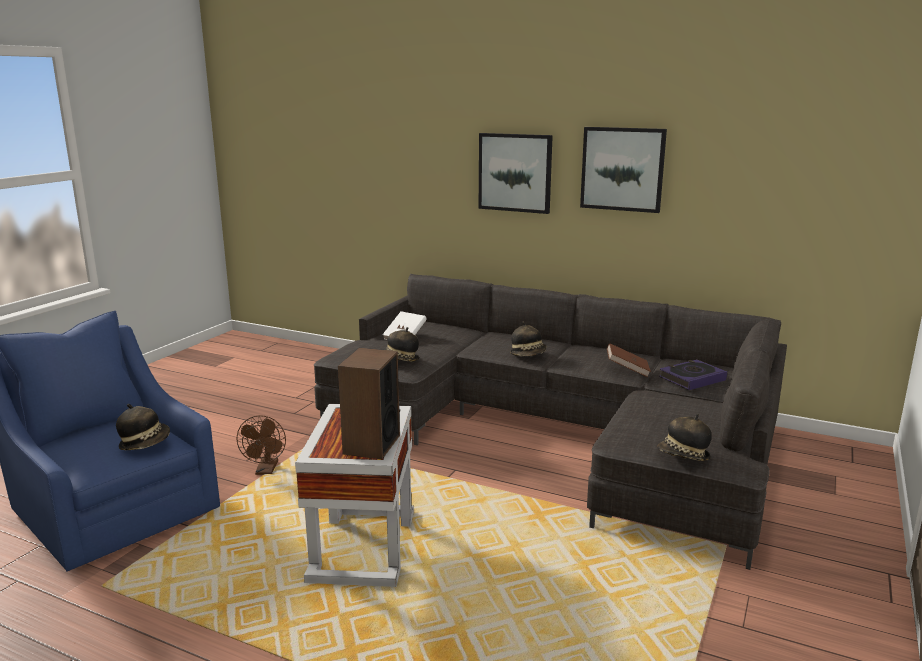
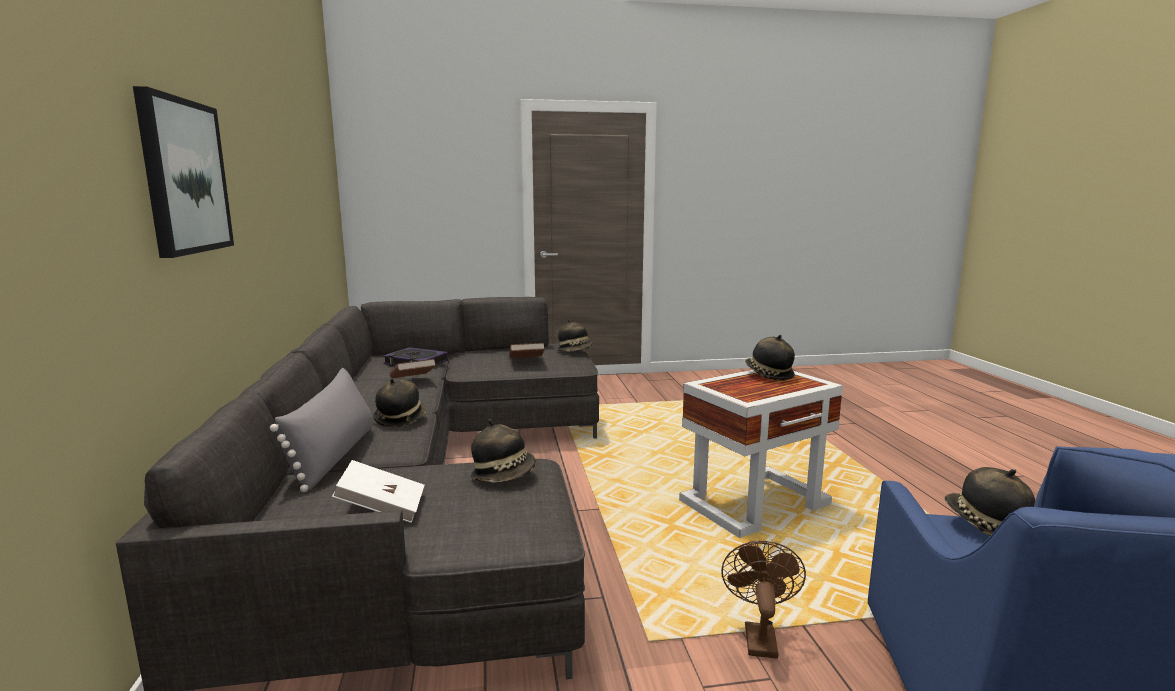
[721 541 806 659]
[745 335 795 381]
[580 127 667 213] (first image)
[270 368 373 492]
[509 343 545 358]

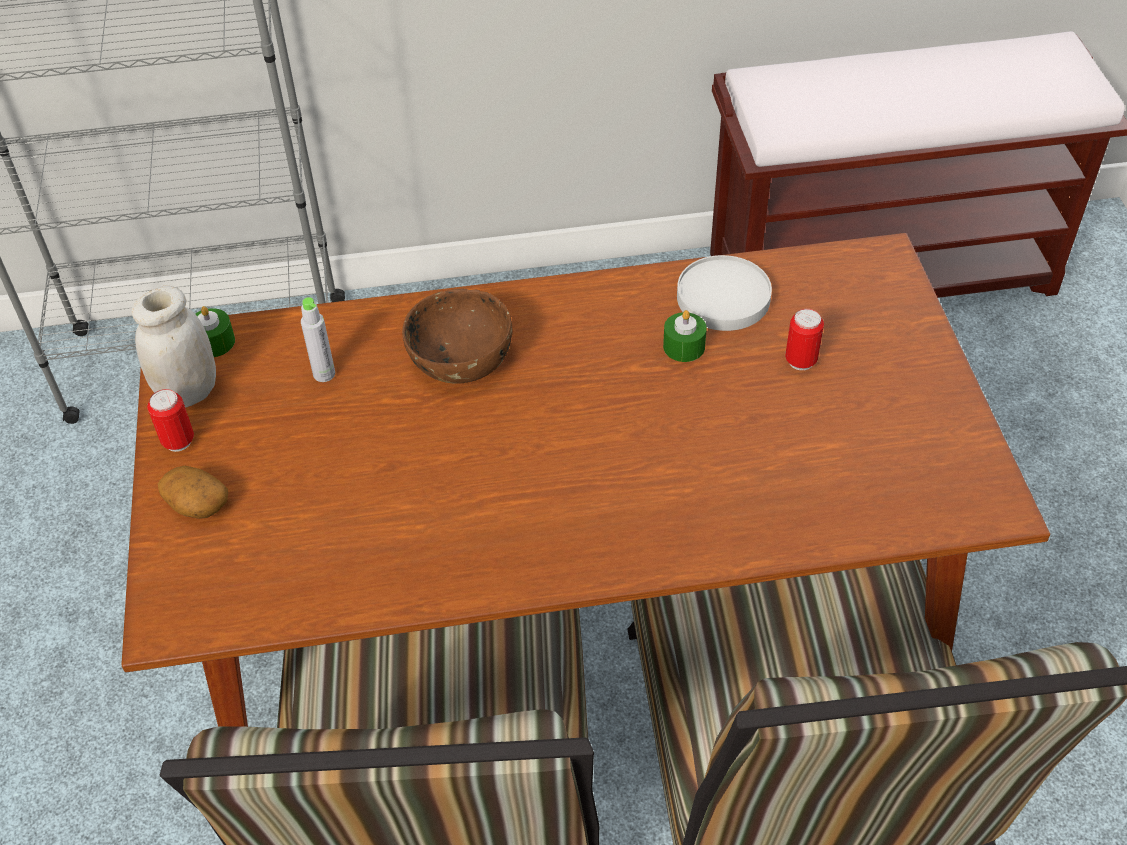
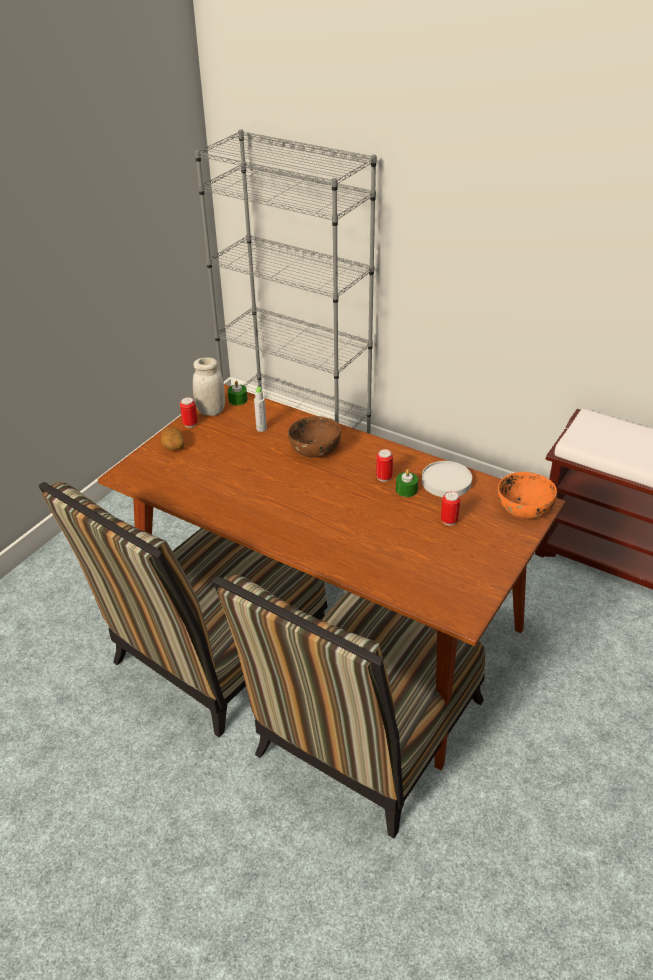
[376 449 393 482]
[497 472 557 519]

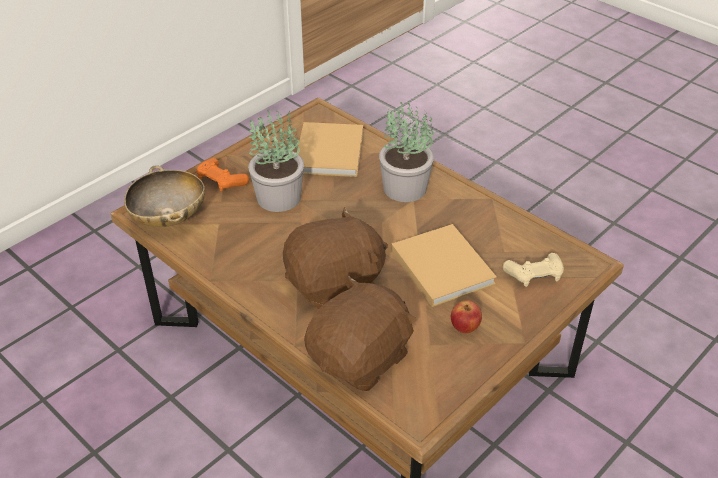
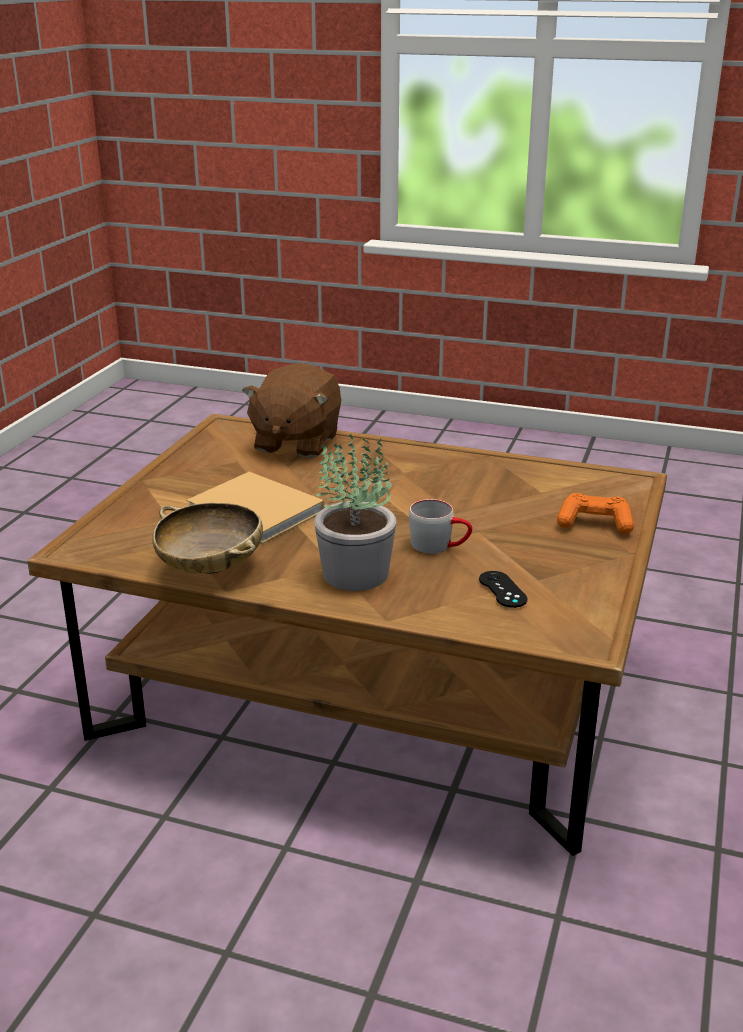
[152 503 263 574]
[248 108 304 212] (first image)
[283 207 388 309] (first image)
[479 571 528 608]
[451 300 482 333] (first image)
[503 253 564 287] (first image)
[409 499 472 554]

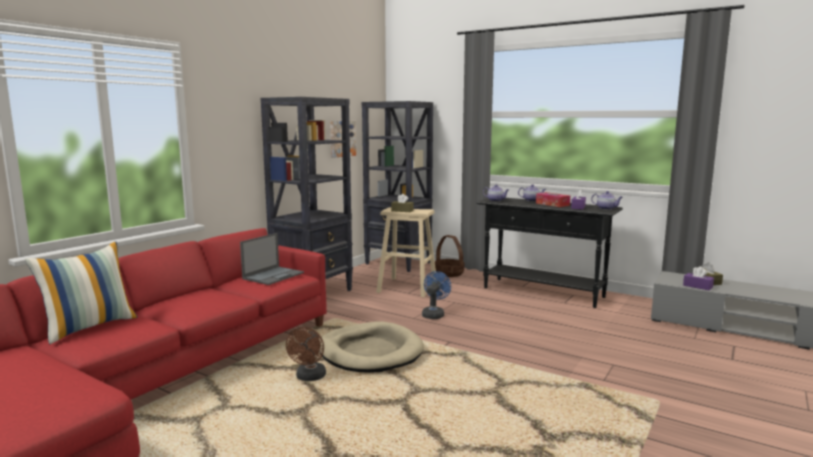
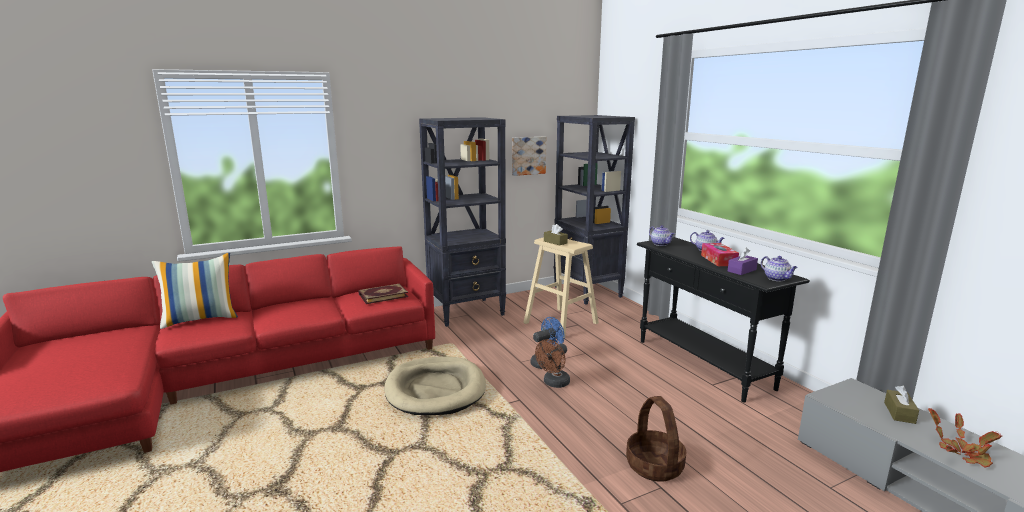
[359 284 408 304]
[535 339 570 388]
[626 396 686 482]
[683 266 714 290] (first image)
[928 408 1002 467]

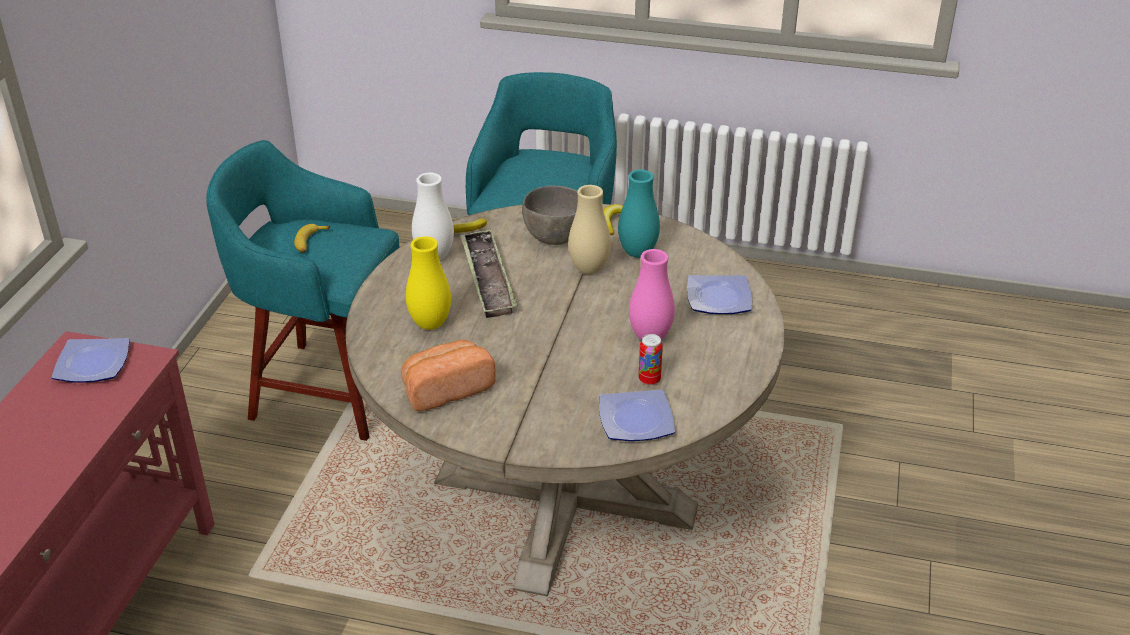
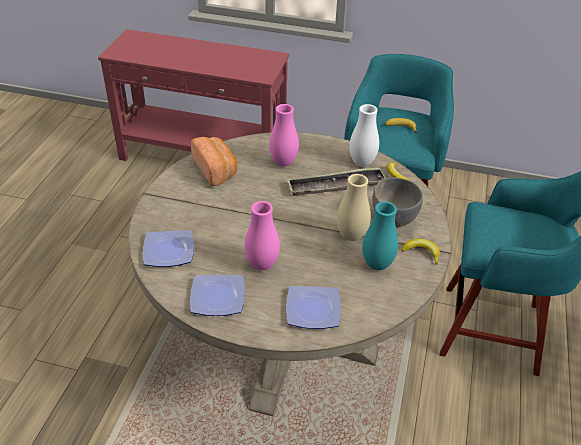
[190 275 245 316]
[269 104 299 166]
[638 334 663 385] (first image)

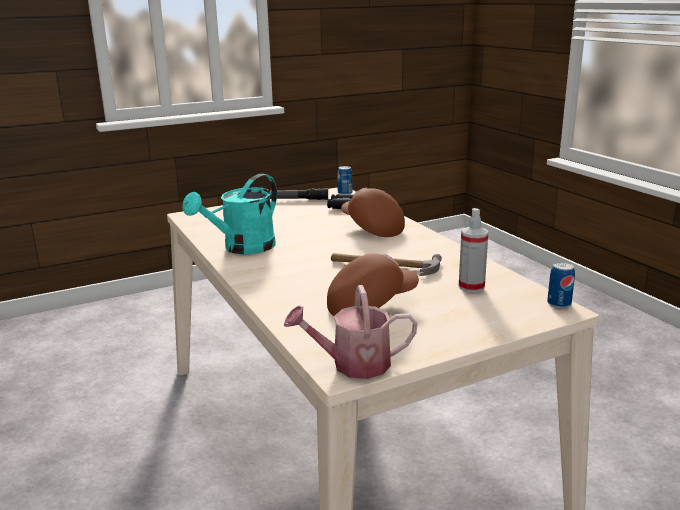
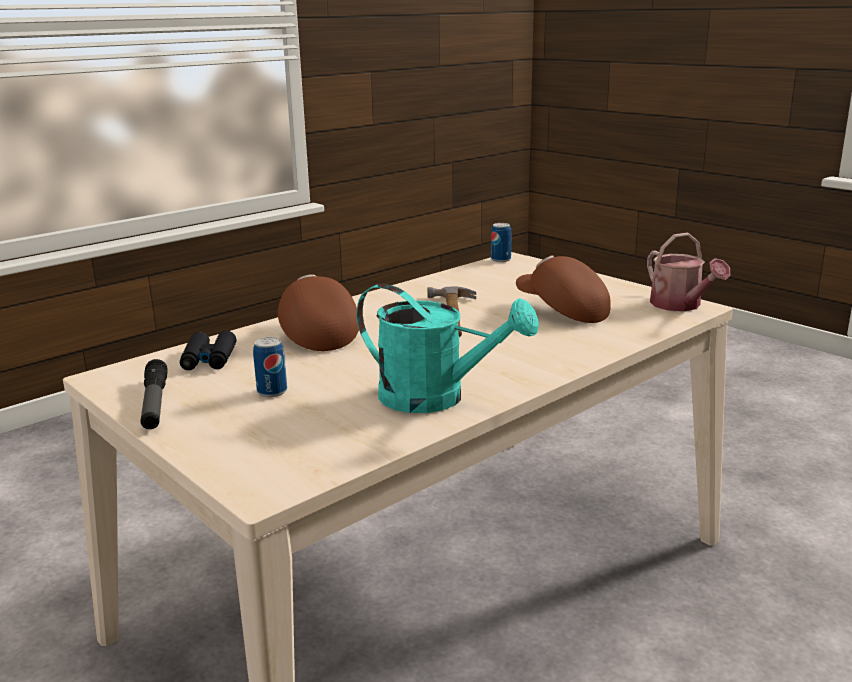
[253 337 287 397]
[278 275 359 351]
[459 208 488 293] (first image)

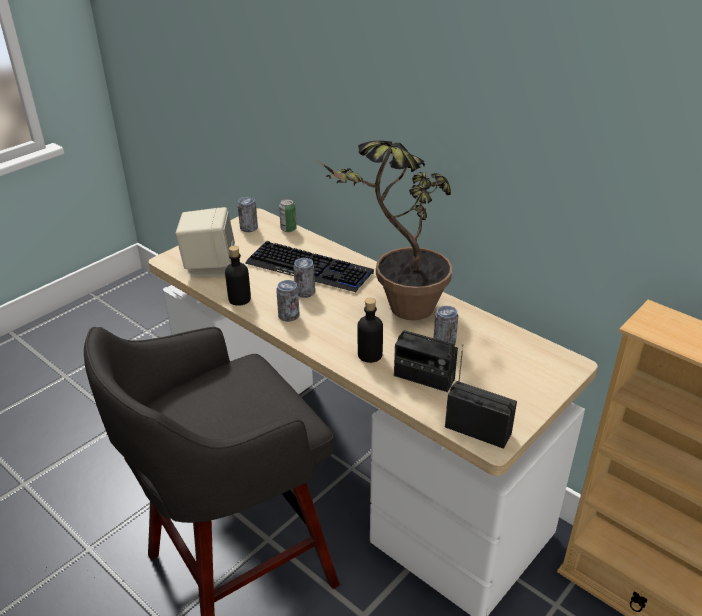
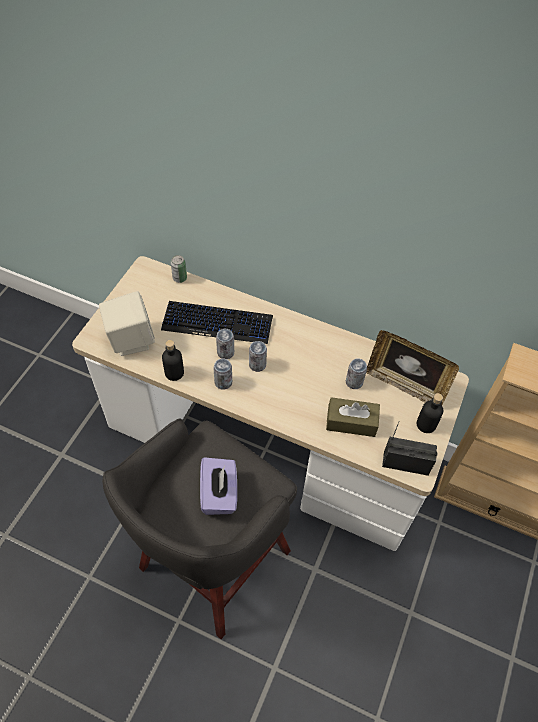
[249 341 267 372]
[318 141 452 320] (first image)
[416 393 443 433]
[326 397 380 437]
[200 457 237 515]
[366 330 459 405]

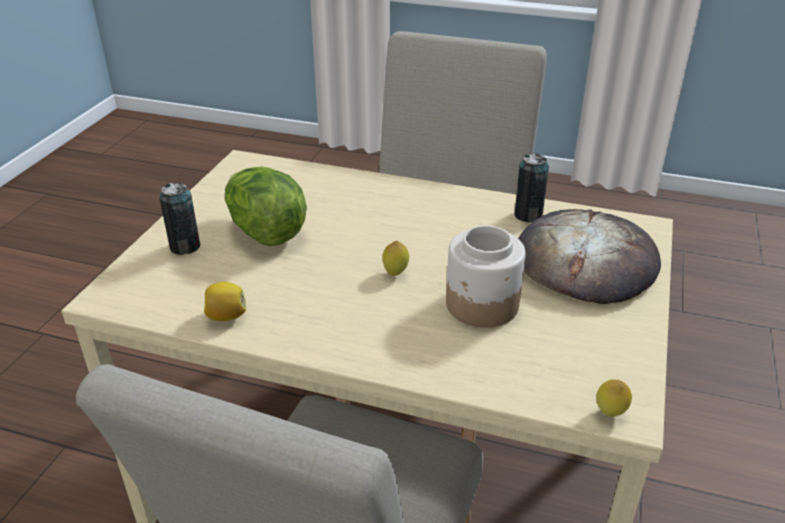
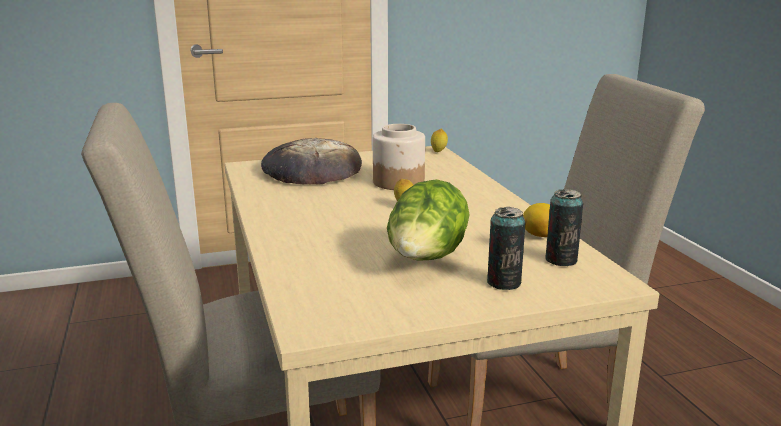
[545 189 583 266]

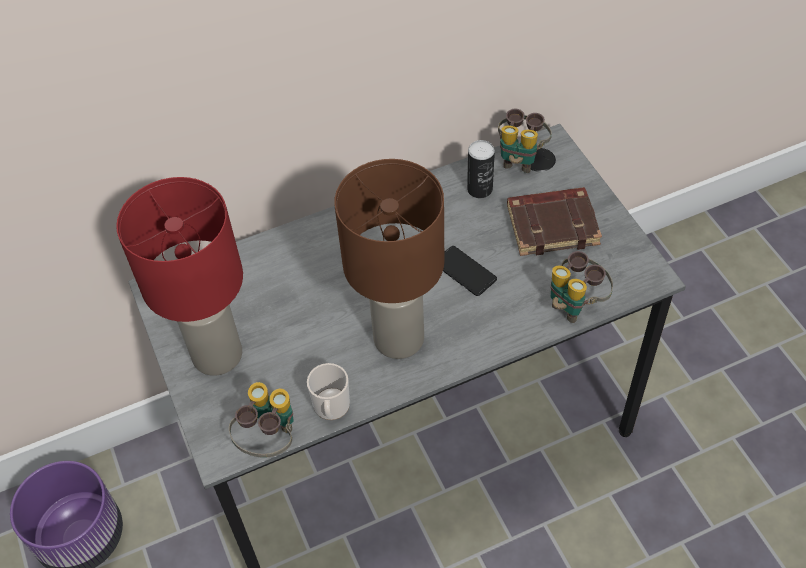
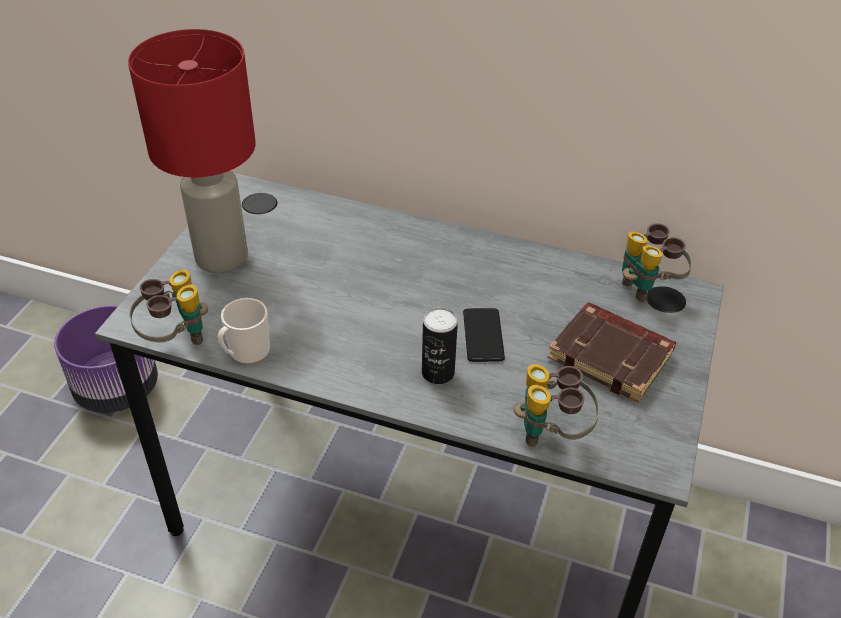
[334 159 444 359] (first image)
[422 307 458 384]

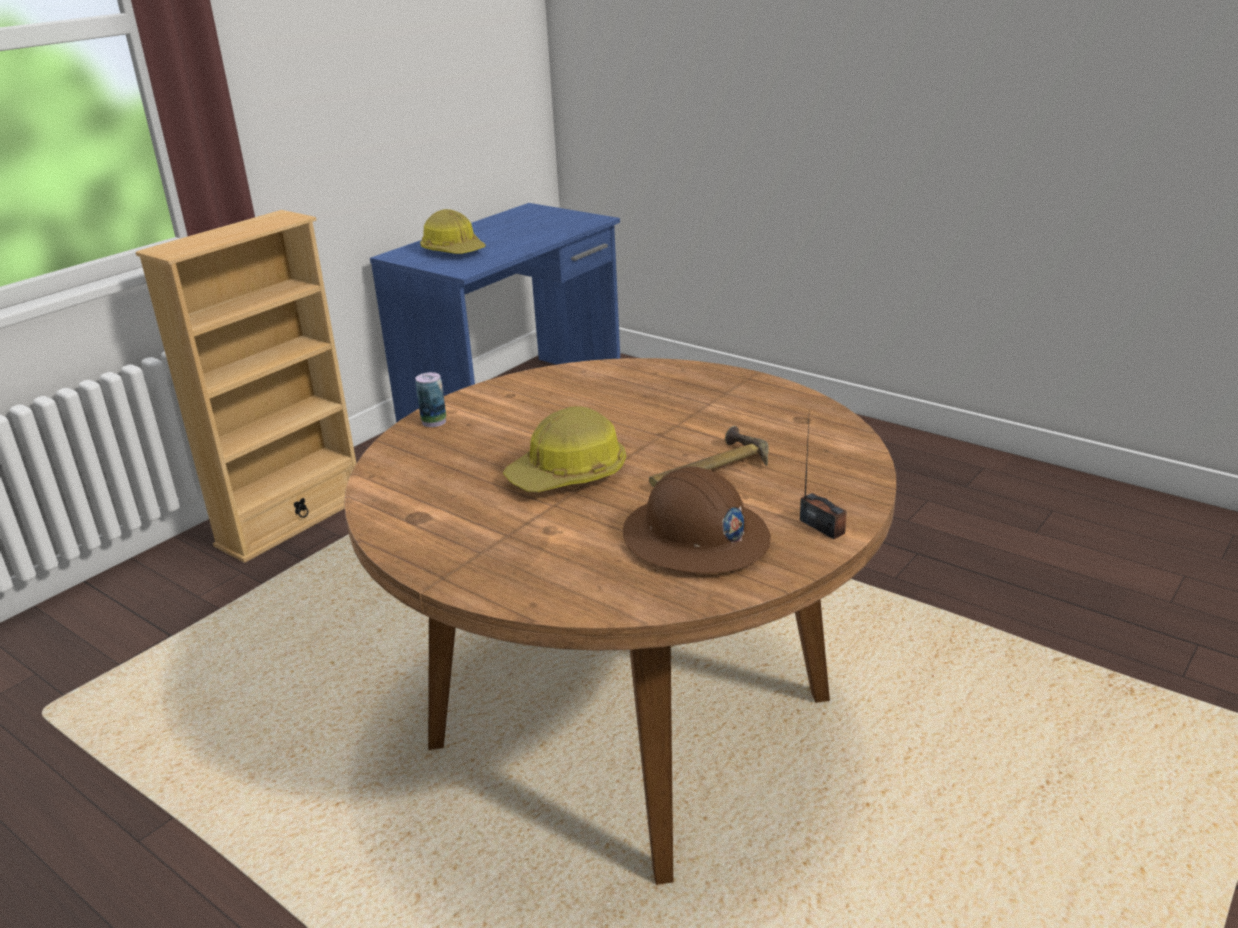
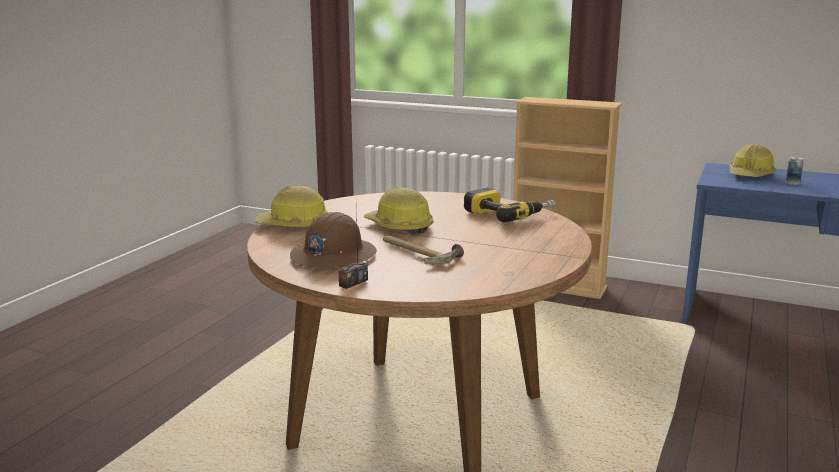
[786 157 804 185]
[255 186 328 227]
[464 187 555 223]

